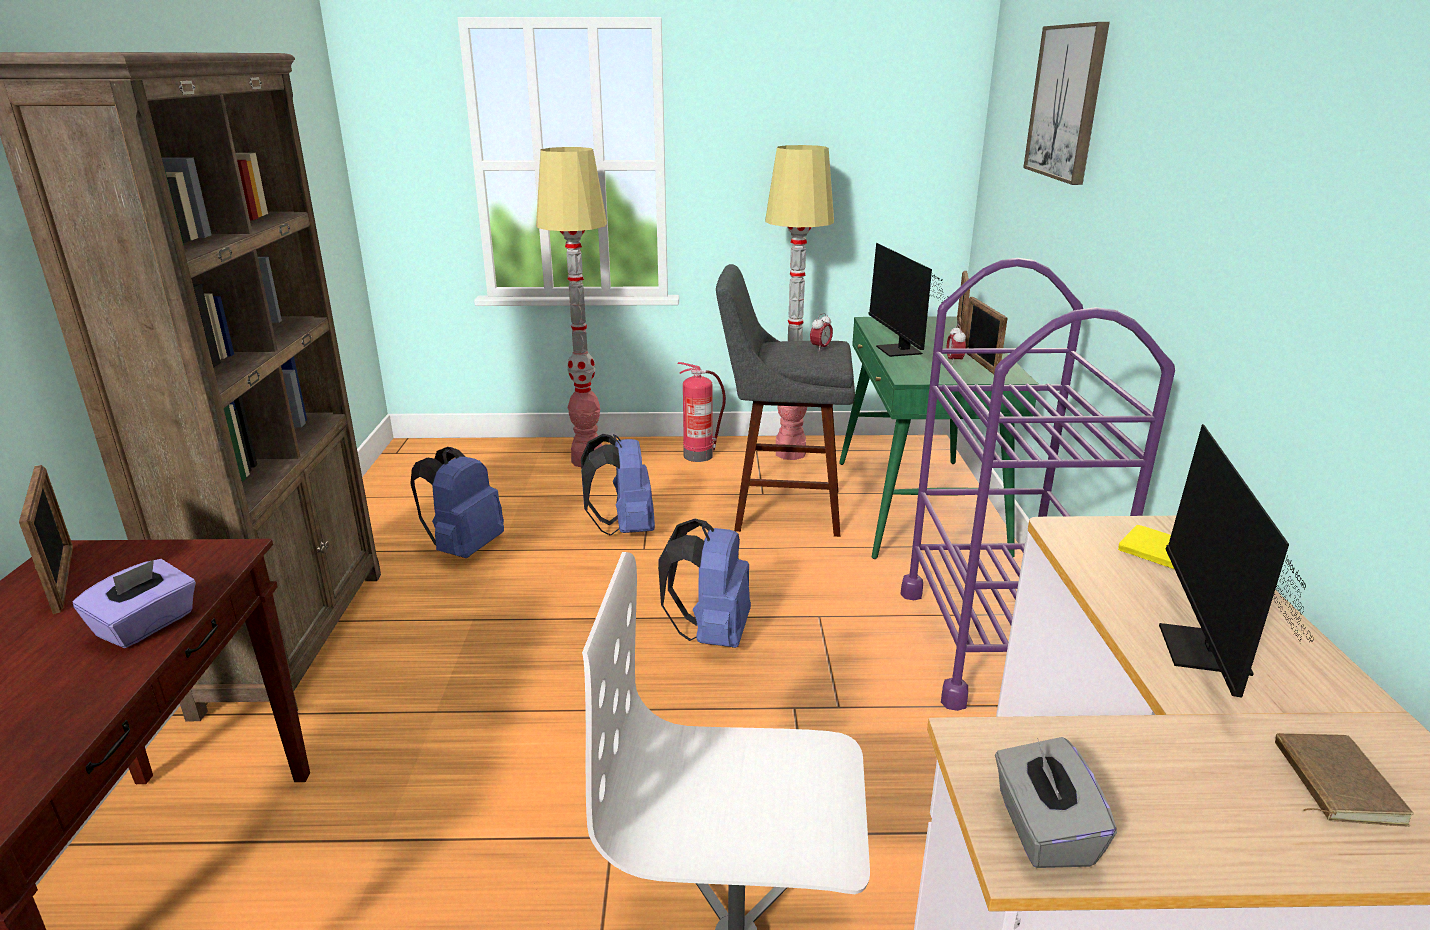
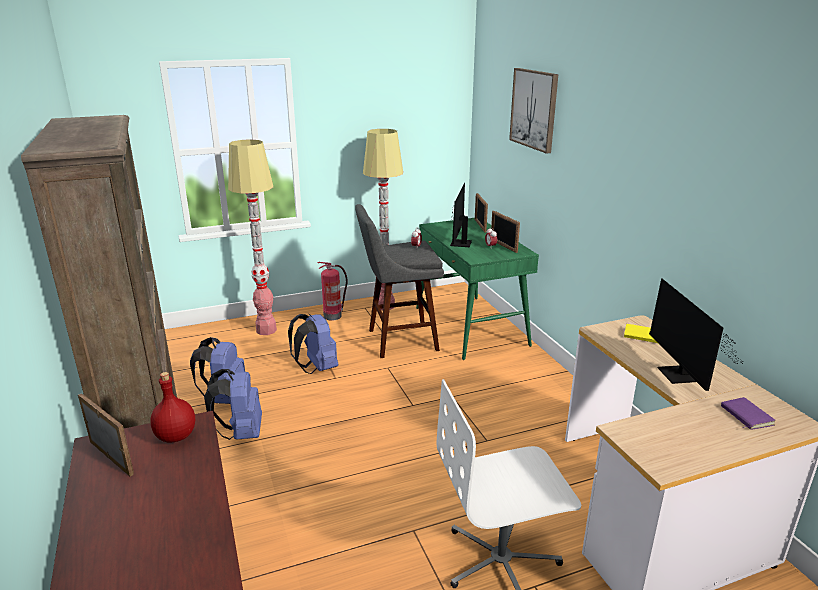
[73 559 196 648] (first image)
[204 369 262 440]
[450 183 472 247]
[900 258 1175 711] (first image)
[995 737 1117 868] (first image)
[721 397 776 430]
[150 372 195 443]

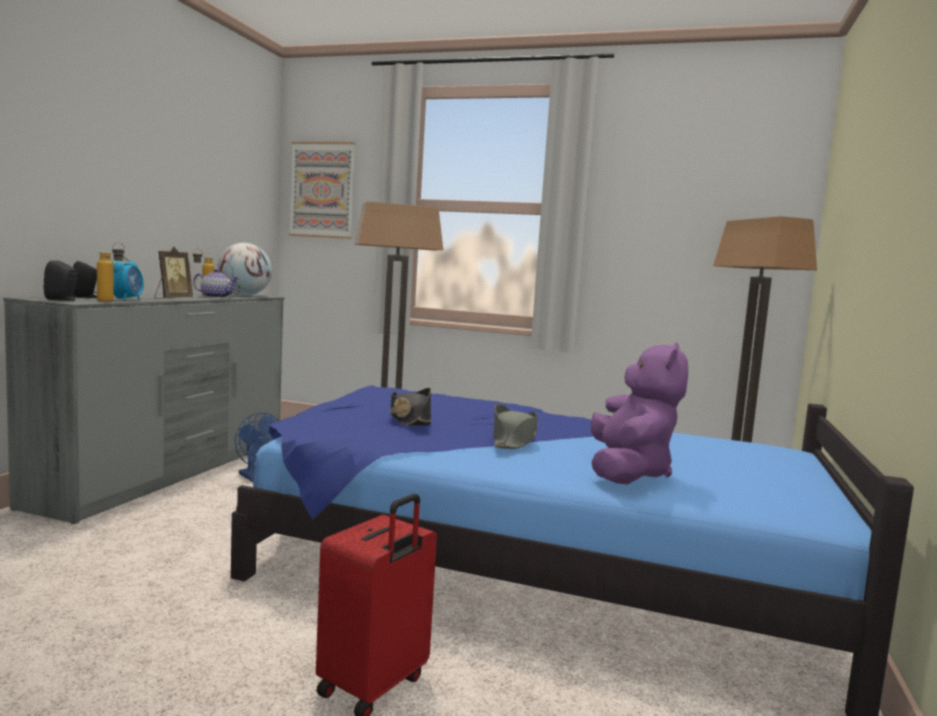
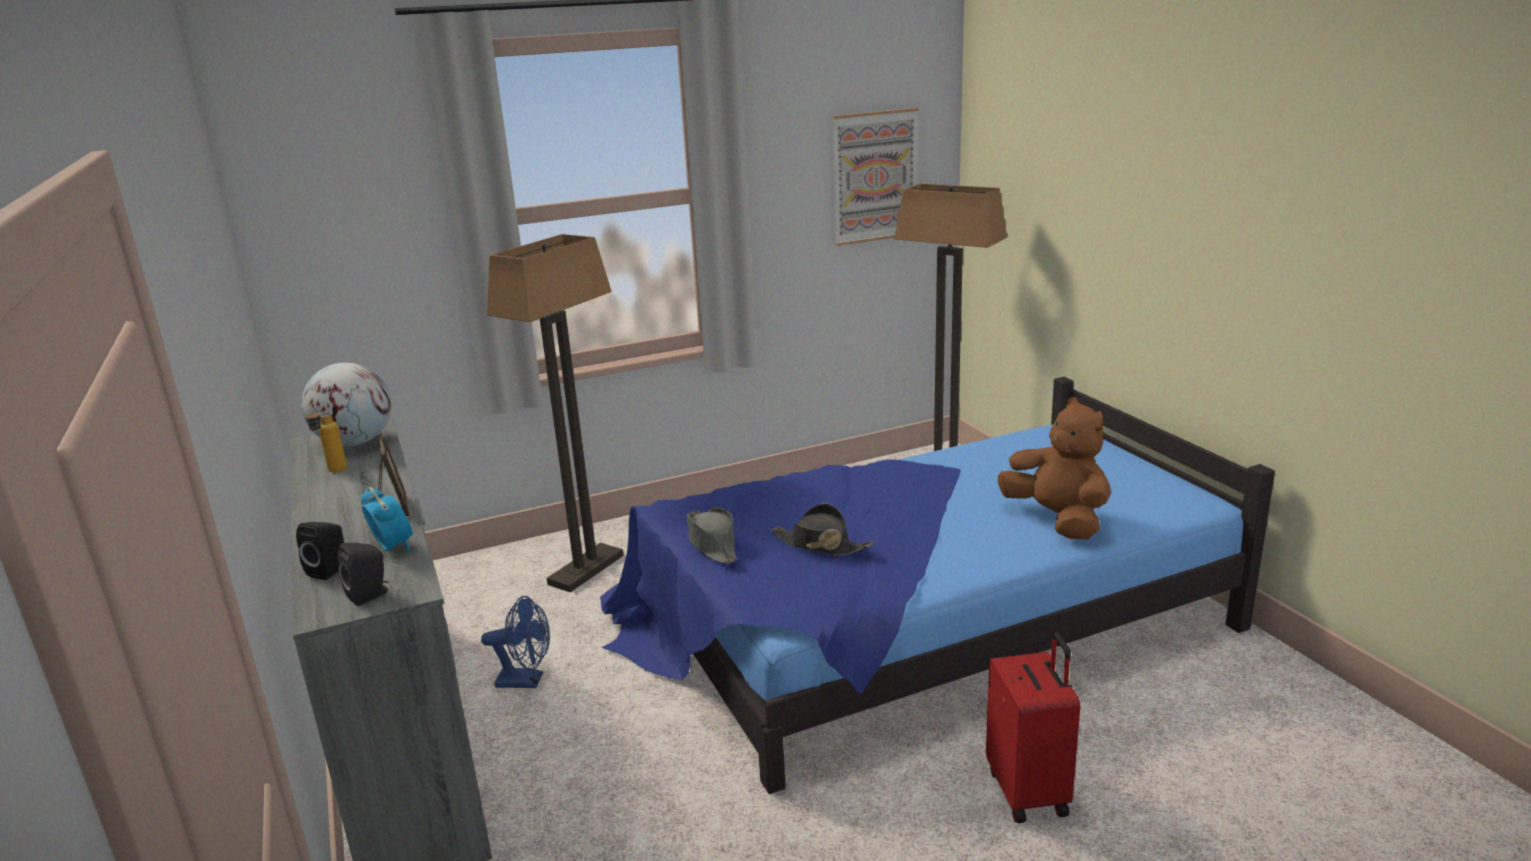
[97 242 125 302] (first image)
[193 269 239 298] (first image)
[832 108 919 246]
[686 508 737 564]
[998 397 1111 539]

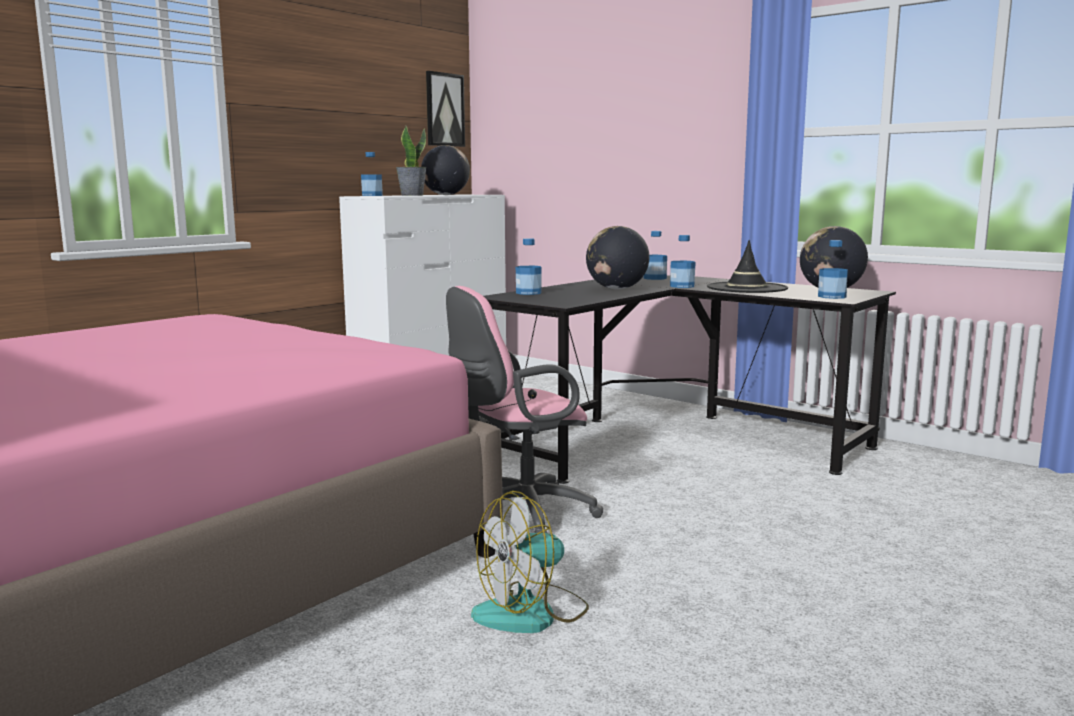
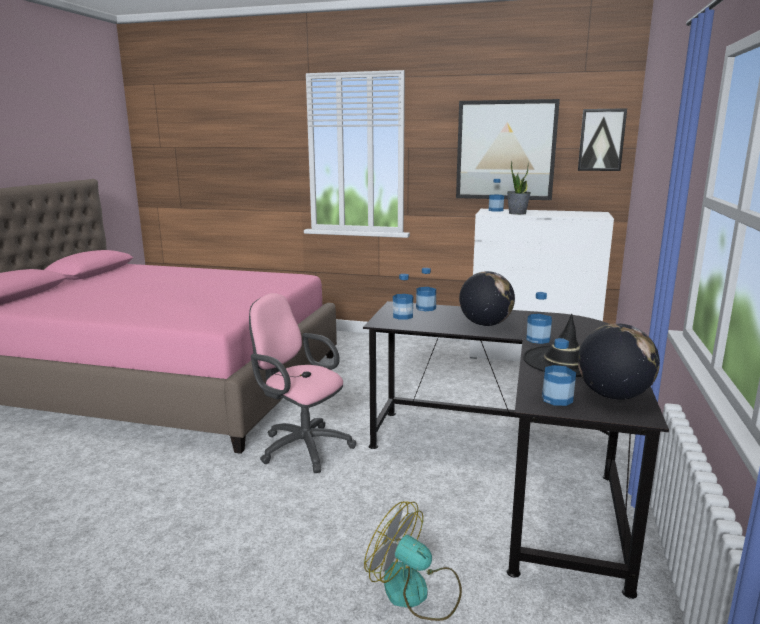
[421 145 470 195] (first image)
[364 501 462 621]
[393 274 413 320]
[456 99 560 200]

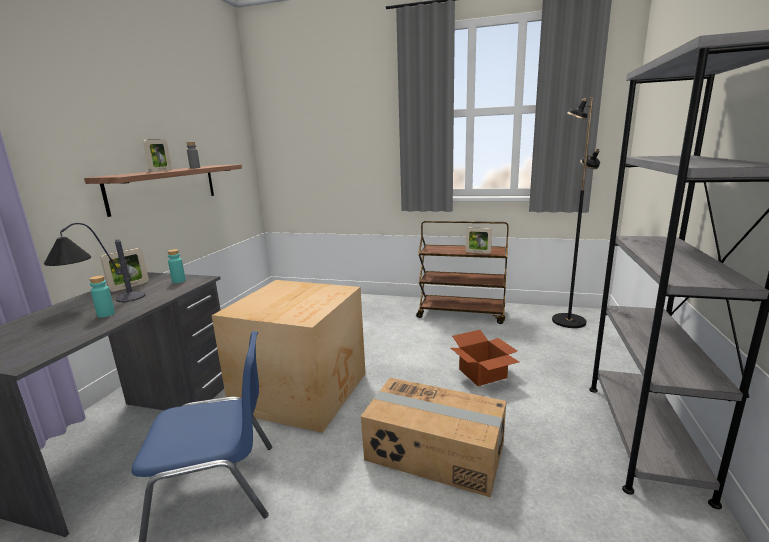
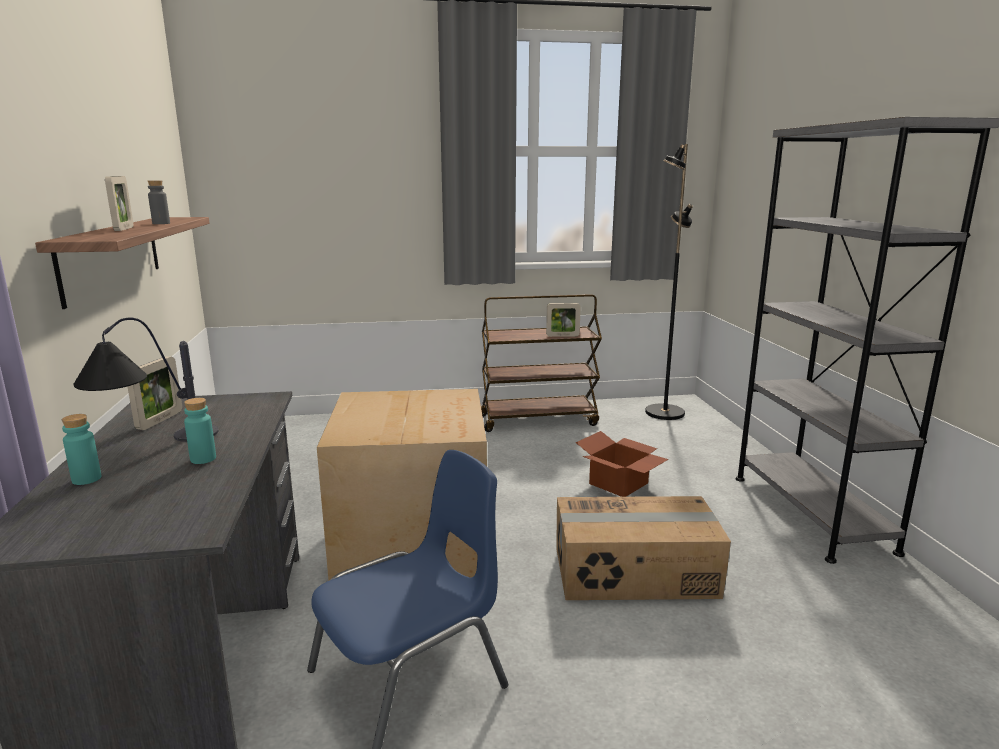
[62 414 101 485]

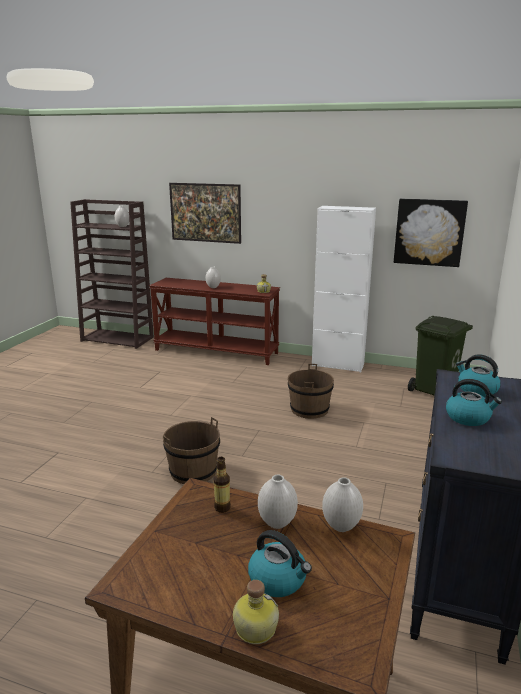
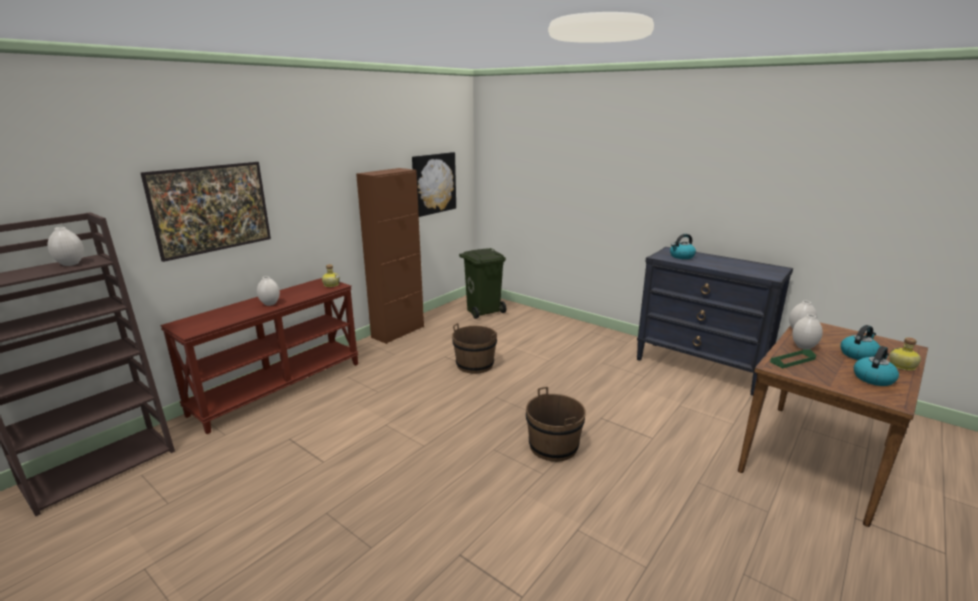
[770 349 816 368]
[356 168 424 344]
[854 346 899 386]

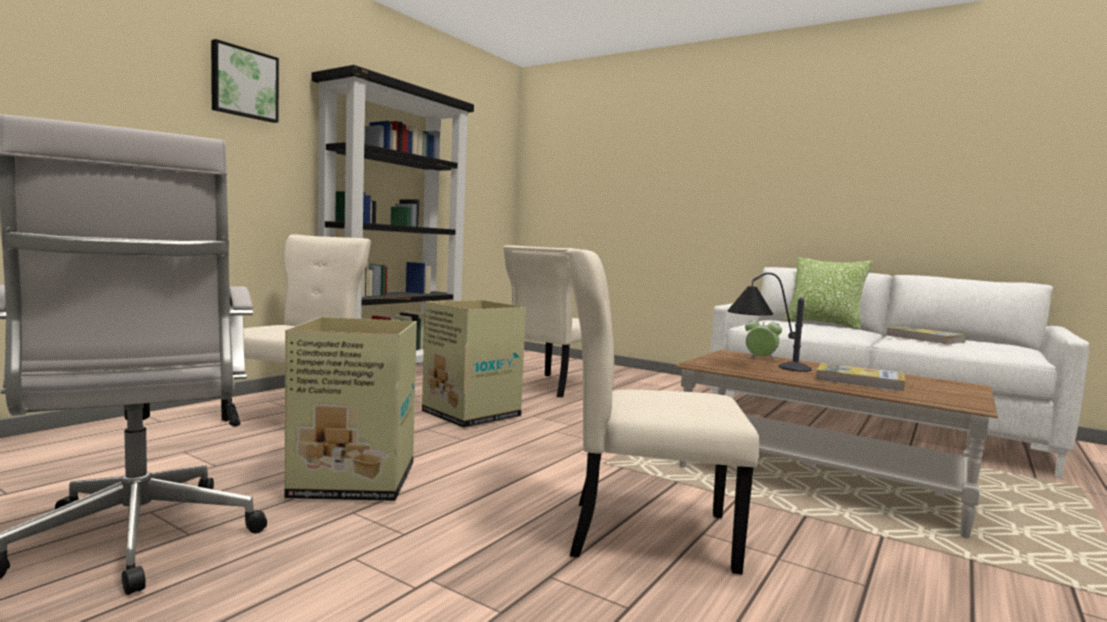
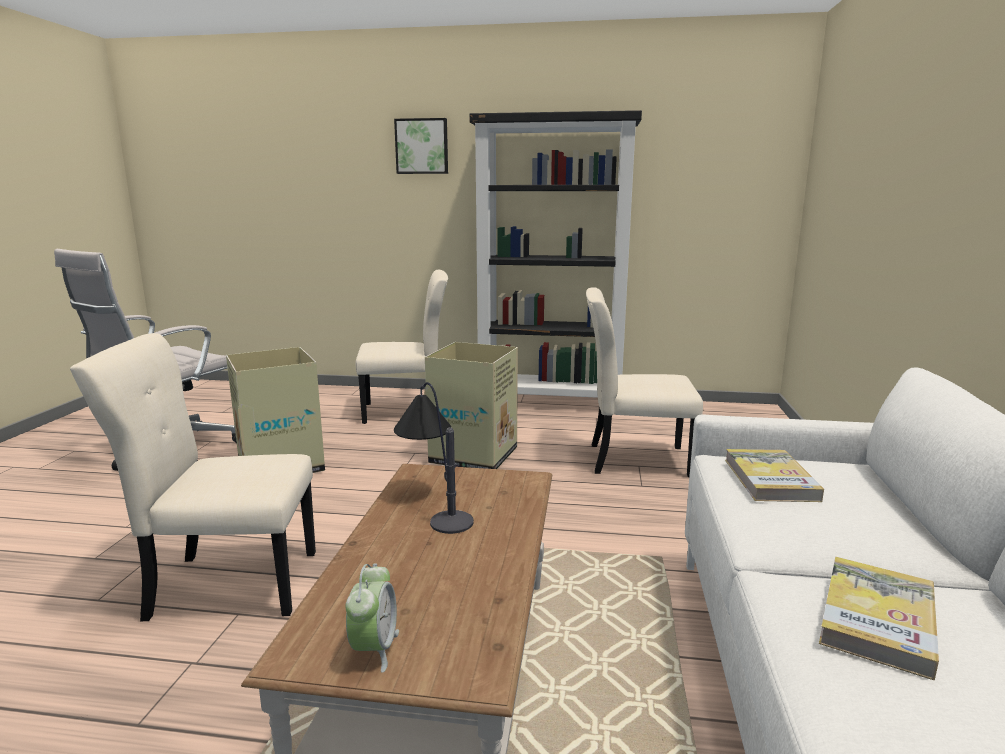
[70 333 316 621]
[346 563 399 673]
[784 257 872 330] (first image)
[725 449 824 502]

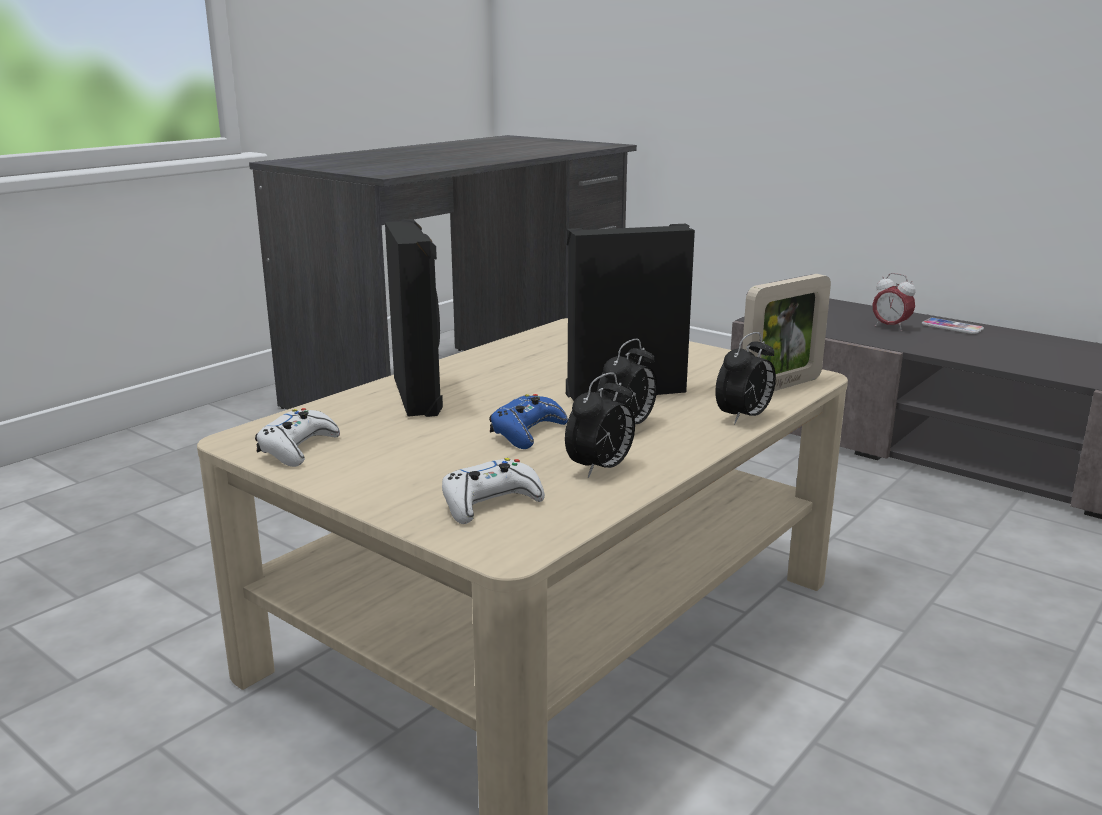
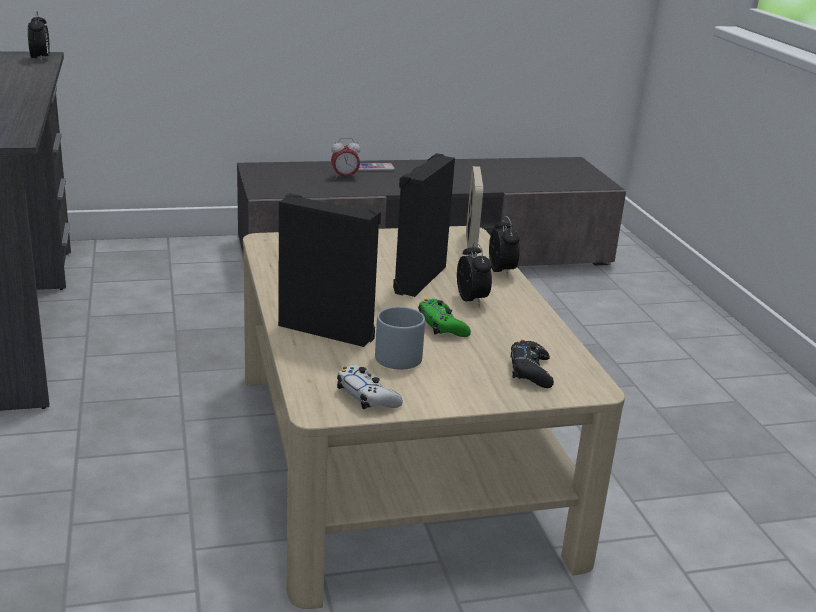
[511 340 554 388]
[418 299 471 337]
[28 11 50 62]
[375 307 425 370]

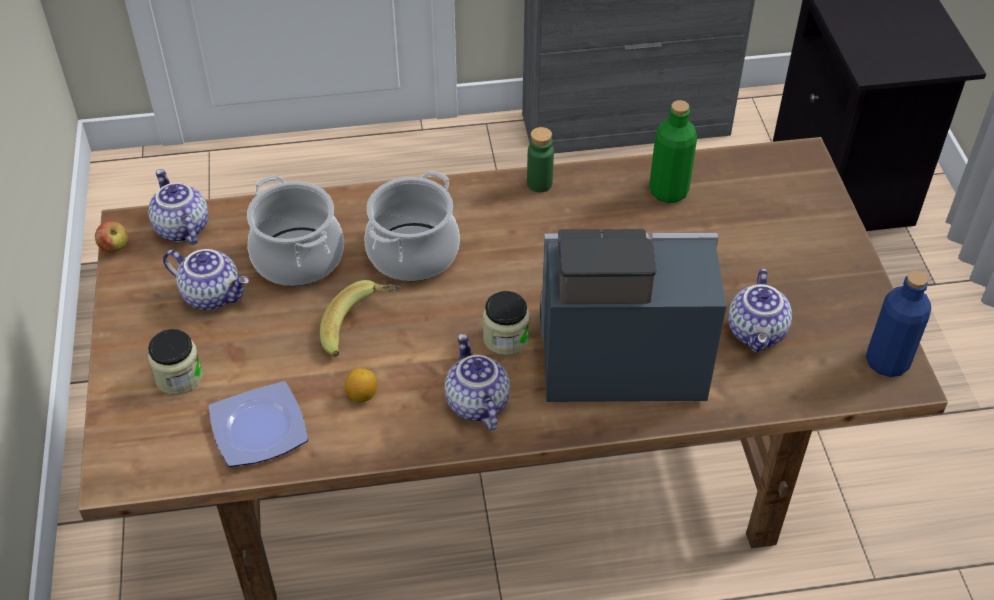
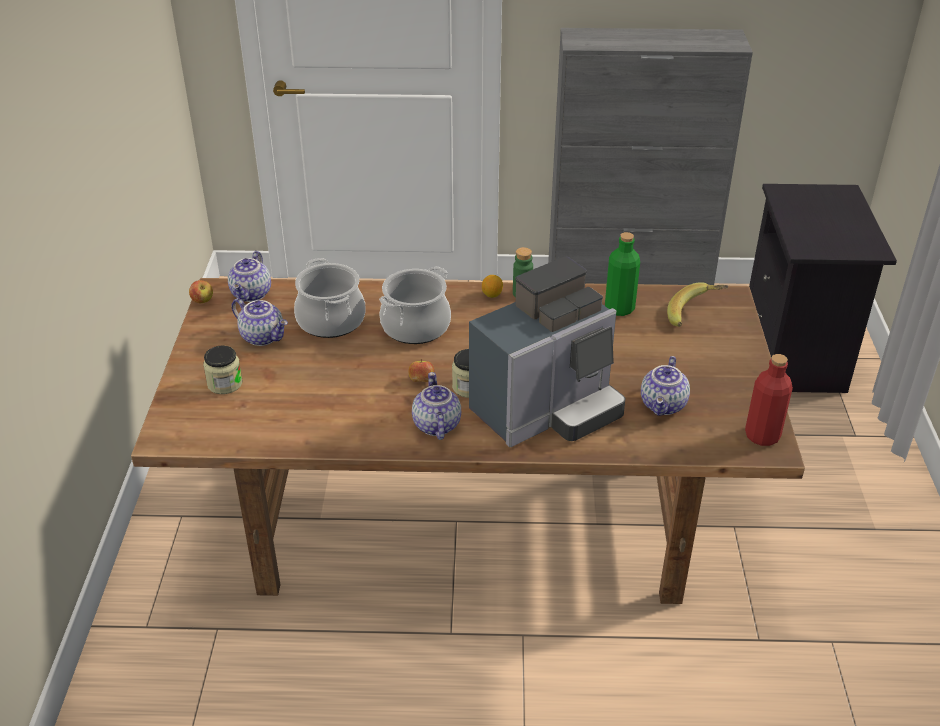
[228 251 271 302]
[209 381 308 467] (first image)
[667 282 728 327]
[482 275 503 298]
[469 256 626 447]
[745 354 793 446]
[409 359 434 382]

